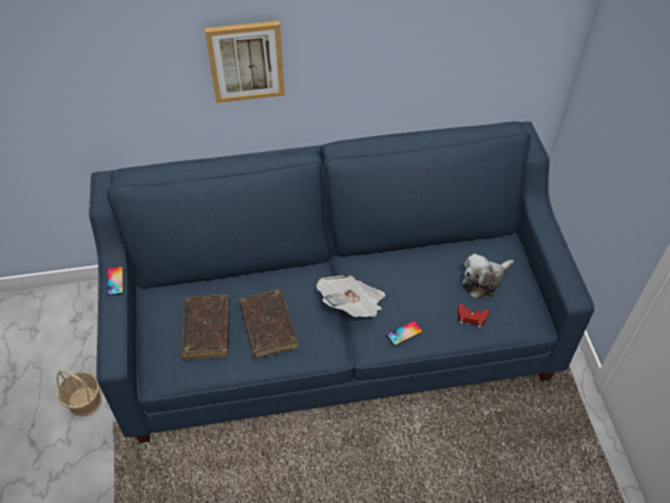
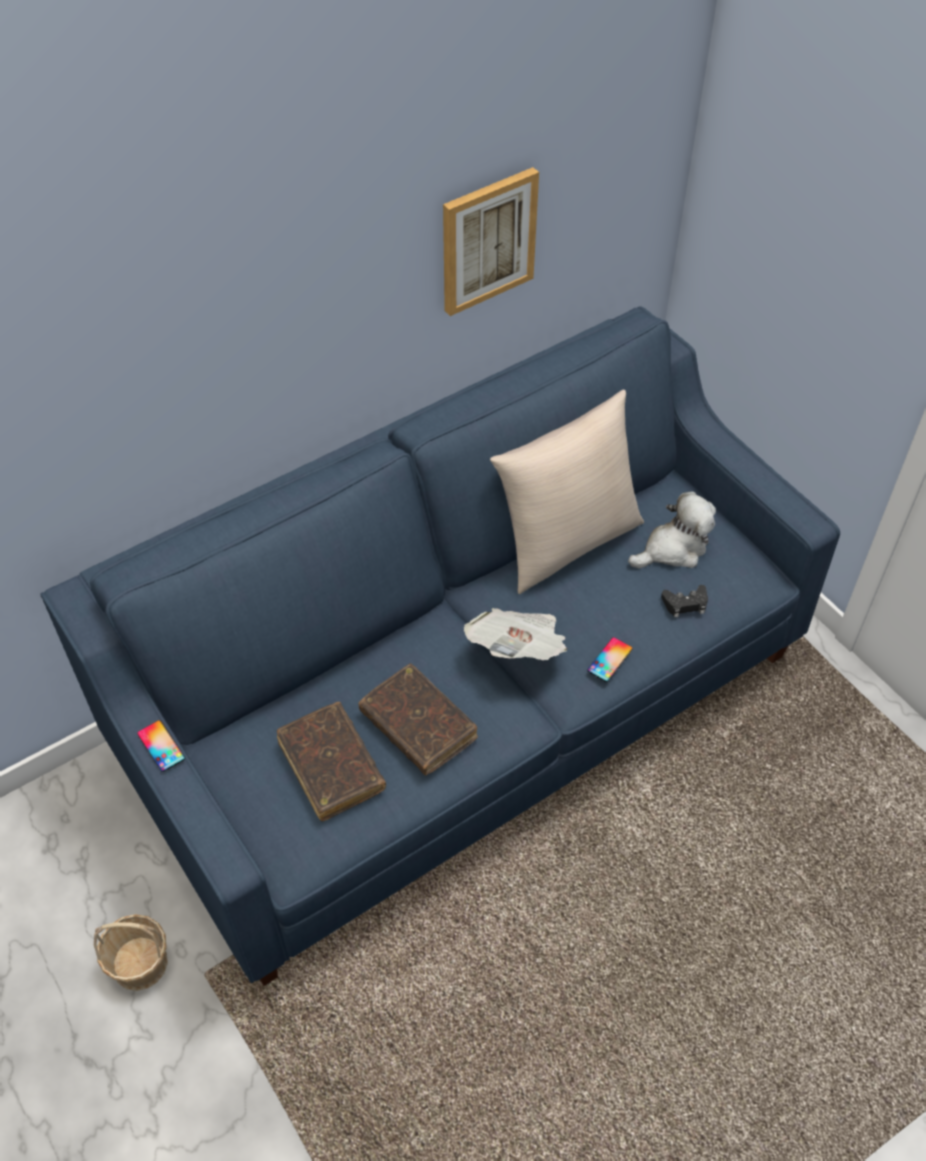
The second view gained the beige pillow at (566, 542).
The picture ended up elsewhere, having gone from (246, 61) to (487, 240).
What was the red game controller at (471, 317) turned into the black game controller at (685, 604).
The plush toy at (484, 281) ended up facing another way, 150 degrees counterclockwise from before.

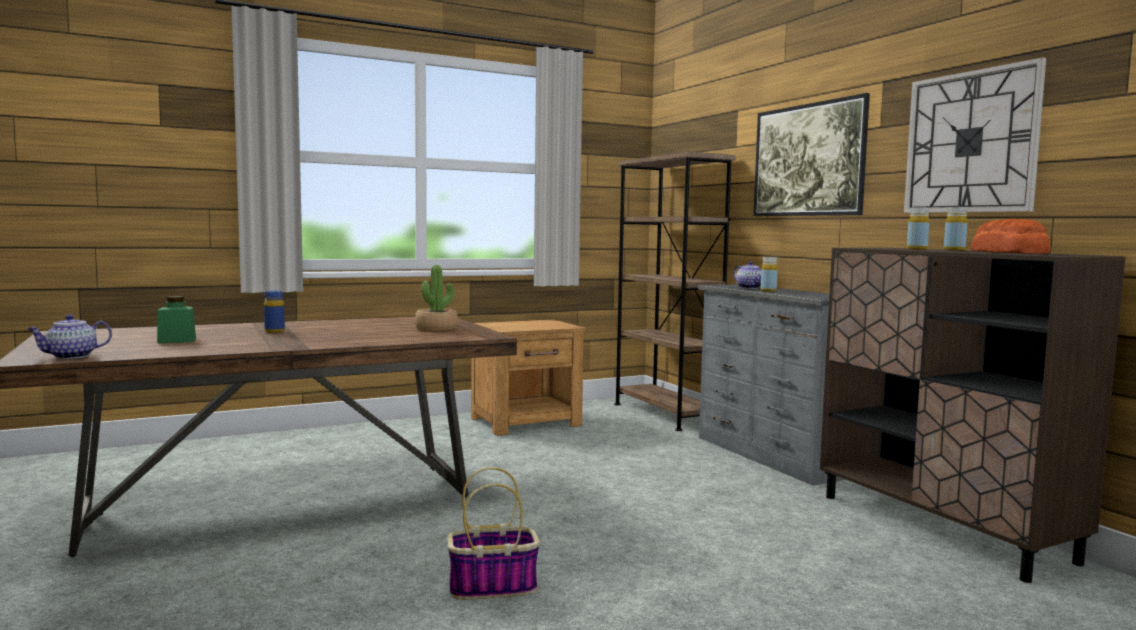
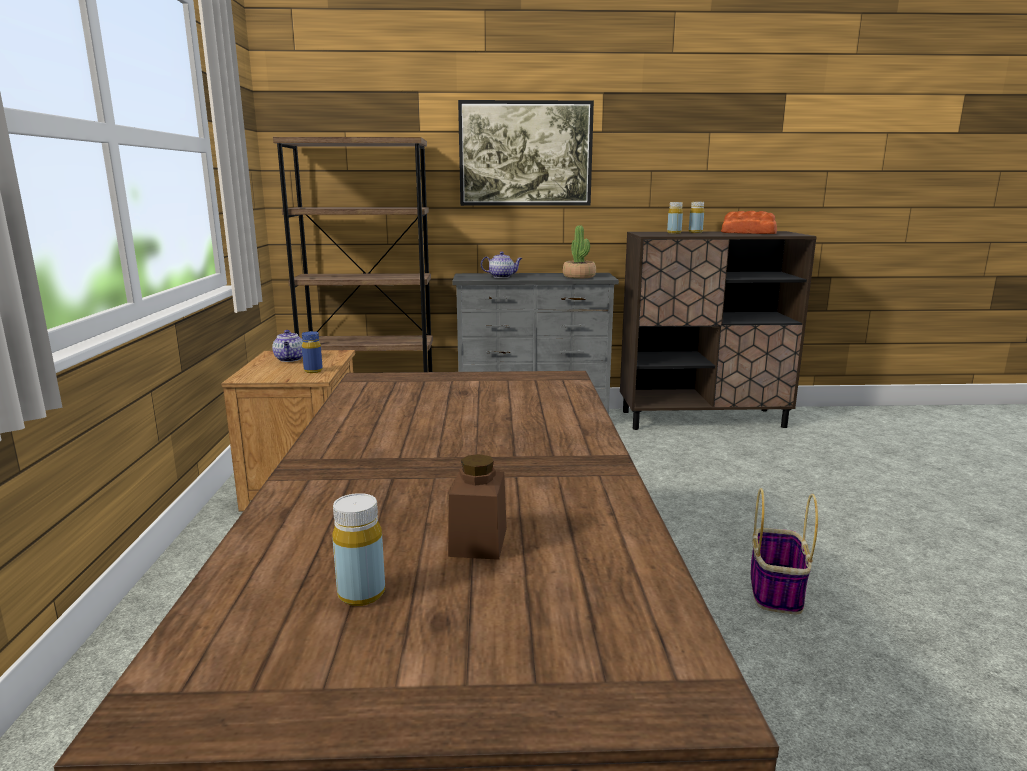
The second view lost the wall clock at (970, 142).
The teapot ended up elsewhere, having gone from (71, 356) to (290, 359).
The blue bottle ended up elsewhere, having gone from (274, 331) to (313, 371).
The potted plant ended up elsewhere, having gone from (436, 328) to (579, 276).
The yellow bottle ended up elsewhere, having gone from (768, 291) to (361, 594).
What was the green jar at (177, 340) turned into the brown jar at (478, 541).

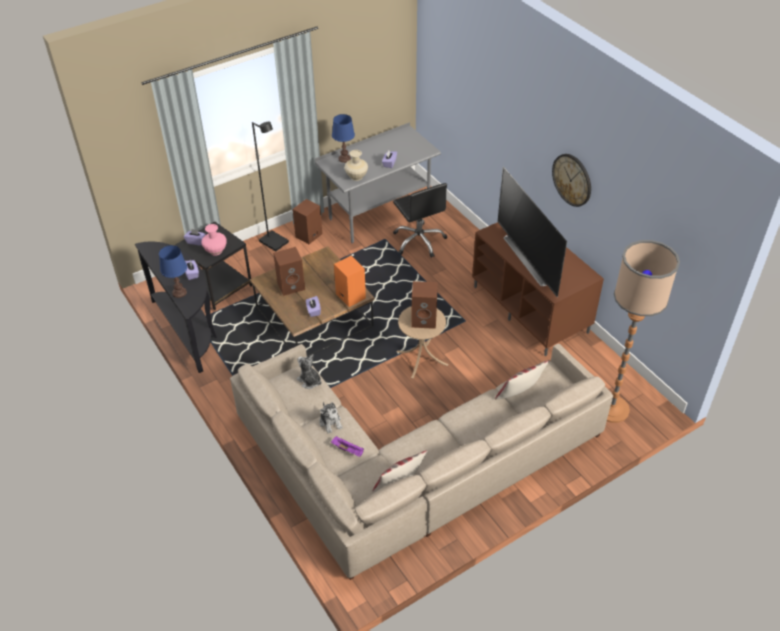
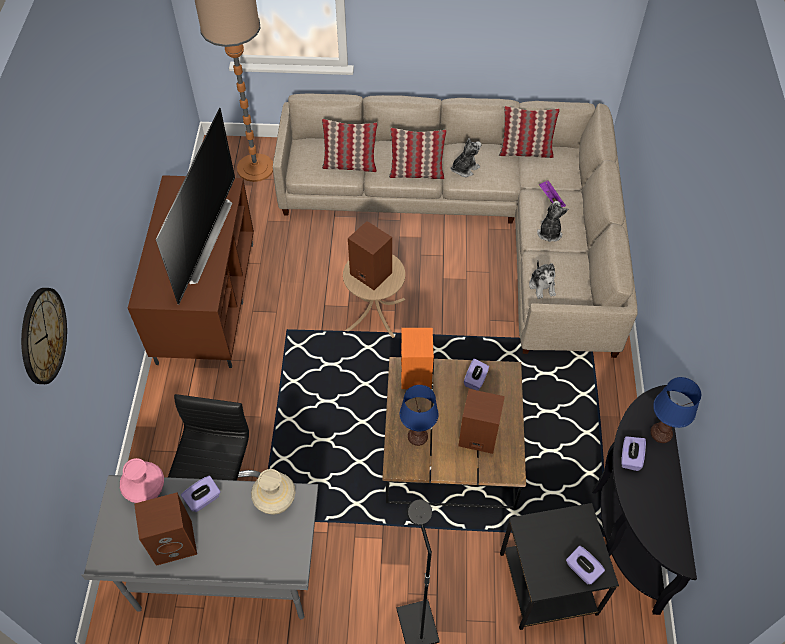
The second view gained the pillow at (416, 173).
The second view gained the plush toy at (464, 168).
The pink vase ended up elsewhere, having gone from (216, 251) to (146, 491).
The brown speaker ended up elsewhere, having gone from (309, 236) to (175, 541).
The blue table lamp ended up elsewhere, having gone from (344, 158) to (417, 436).
The wall clock ended up elsewhere, having gone from (572, 179) to (42, 335).

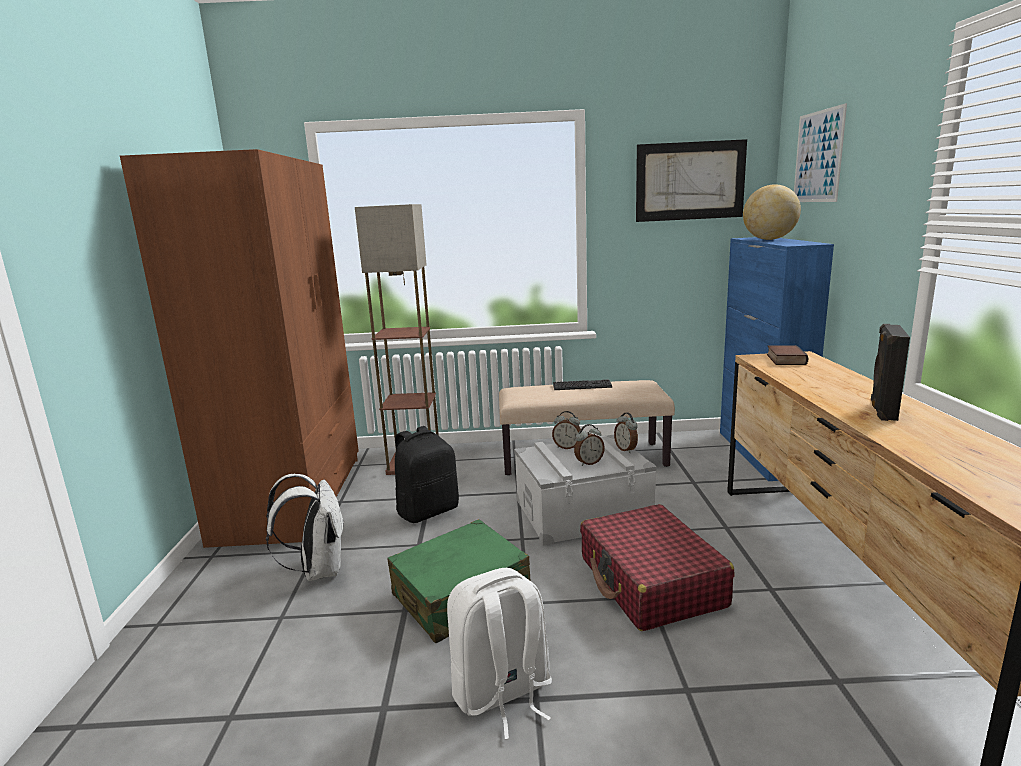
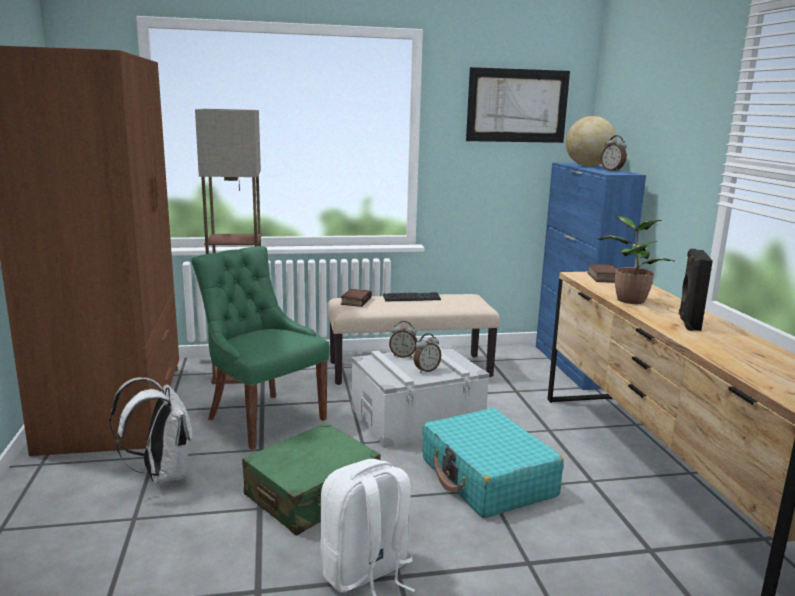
The second view lost the picture at (818, 157).
The second view gained the book at (355, 301).
The second view gained the potted plant at (629, 299).
The alarm clock ended up elsewhere, having gone from (626, 449) to (612, 170).
Where the black backpack stood at (428, 511), the green chair came to stand at (263, 418).
What was the red suitcase at (651, 582) turned into the turquoise suitcase at (487, 478).

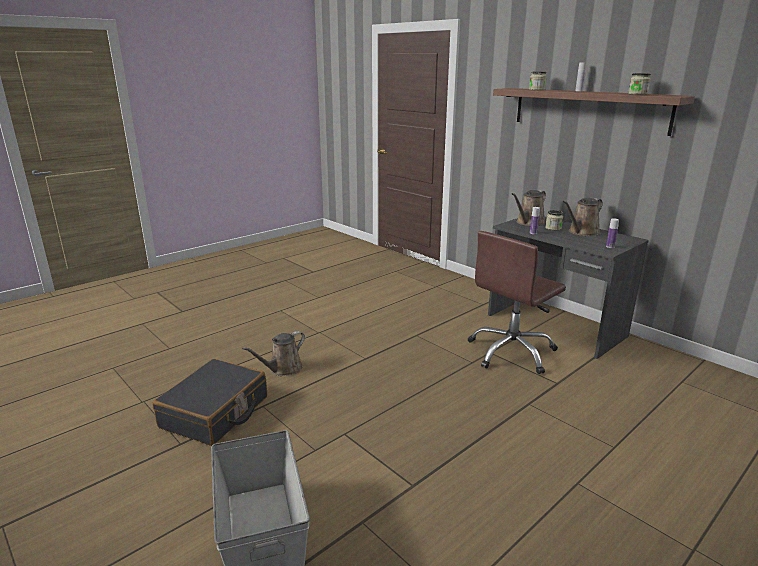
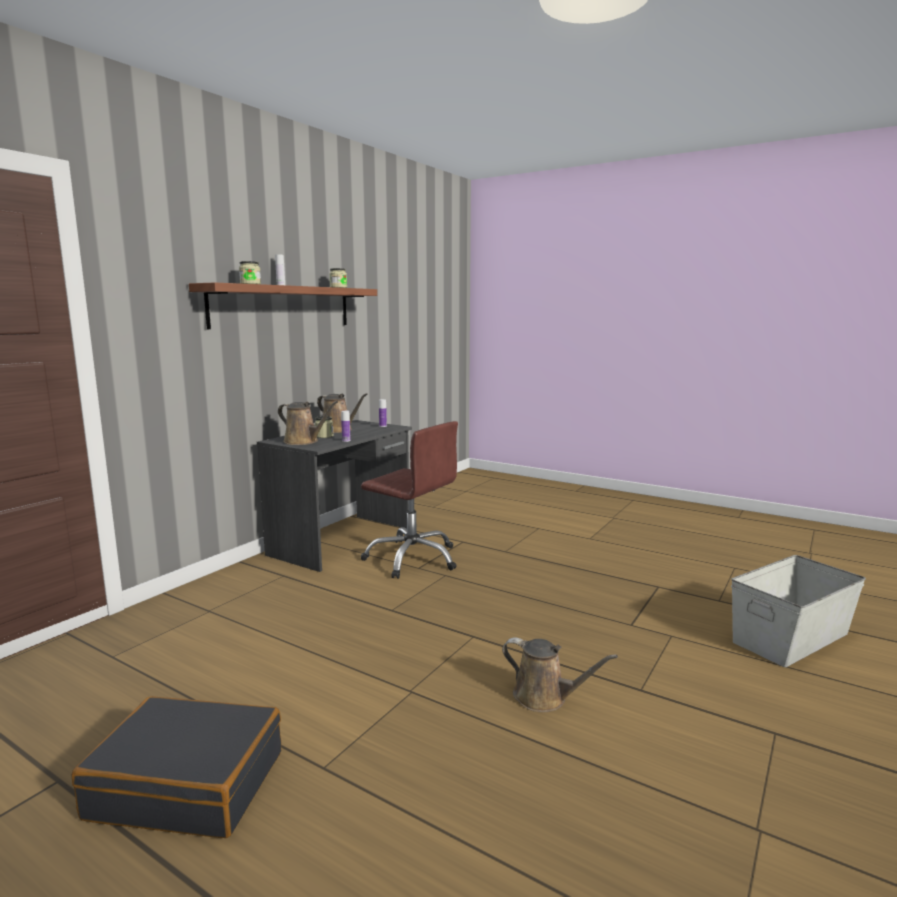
The black suitcase ended up elsewhere, having gone from (215, 412) to (188, 784).

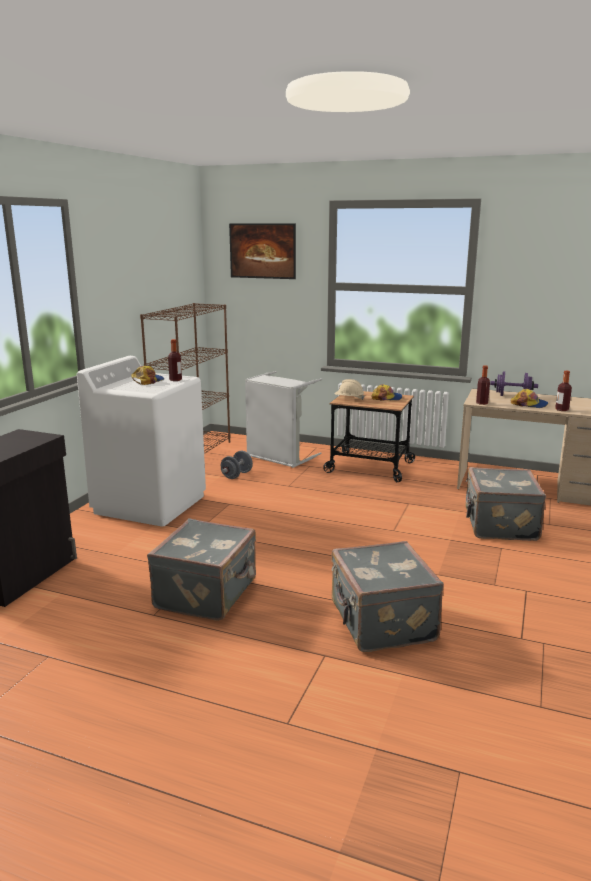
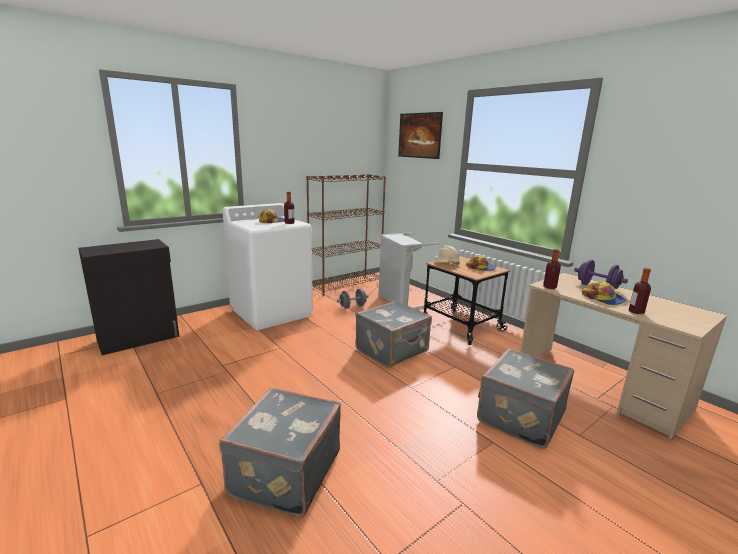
The grey suitcase ended up elsewhere, having gone from (208, 594) to (393, 350).

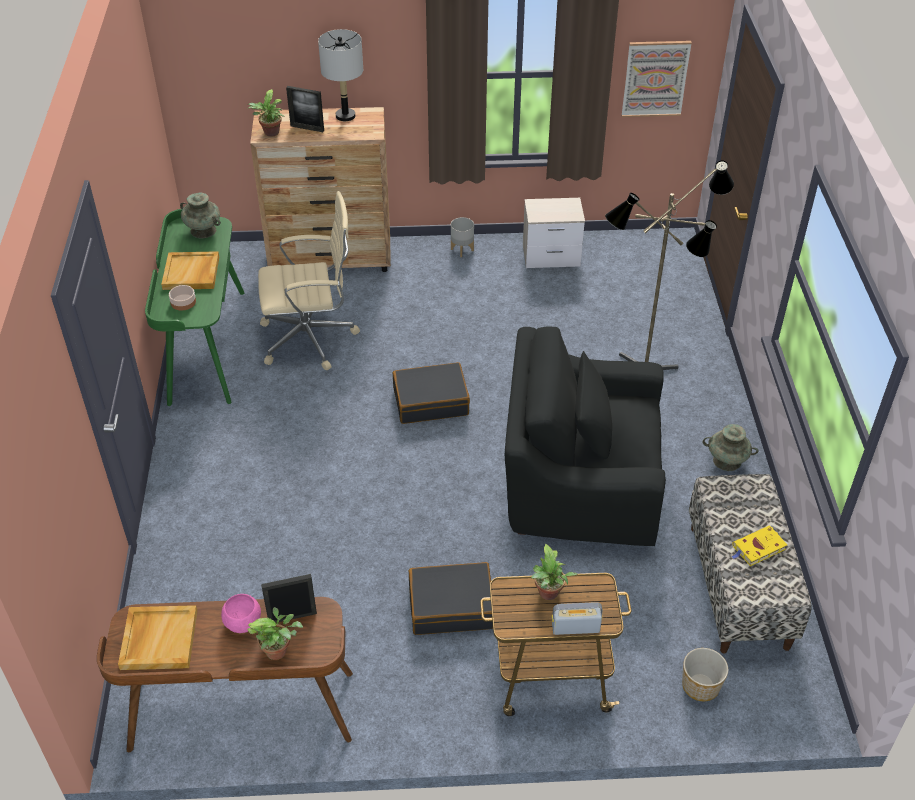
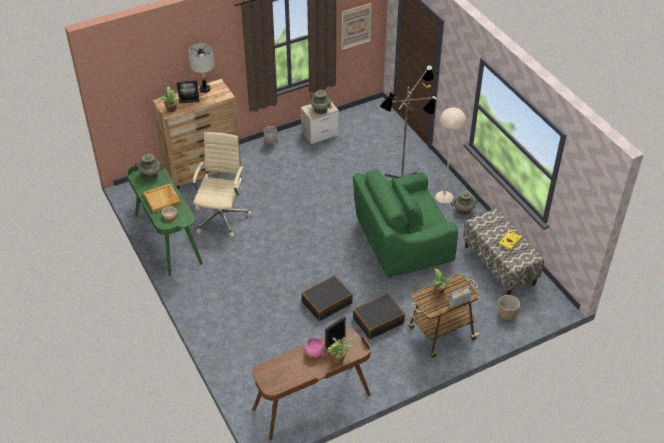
The second view lost the beige tray at (158, 639).
The second view gained the turquoise vase at (320, 110).
The second view gained the beige floor lamp at (444, 197).
The black suitcase ended up elsewhere, having gone from (430, 401) to (326, 302).
What was the black armchair at (579, 479) turned into the green armchair at (401, 242).
The beige office chair at (311, 338) ended up facing another way, 45 degrees counterclockwise from before.

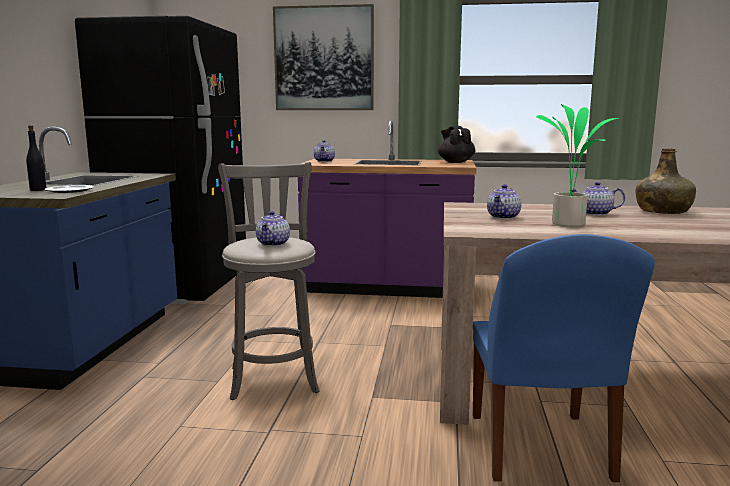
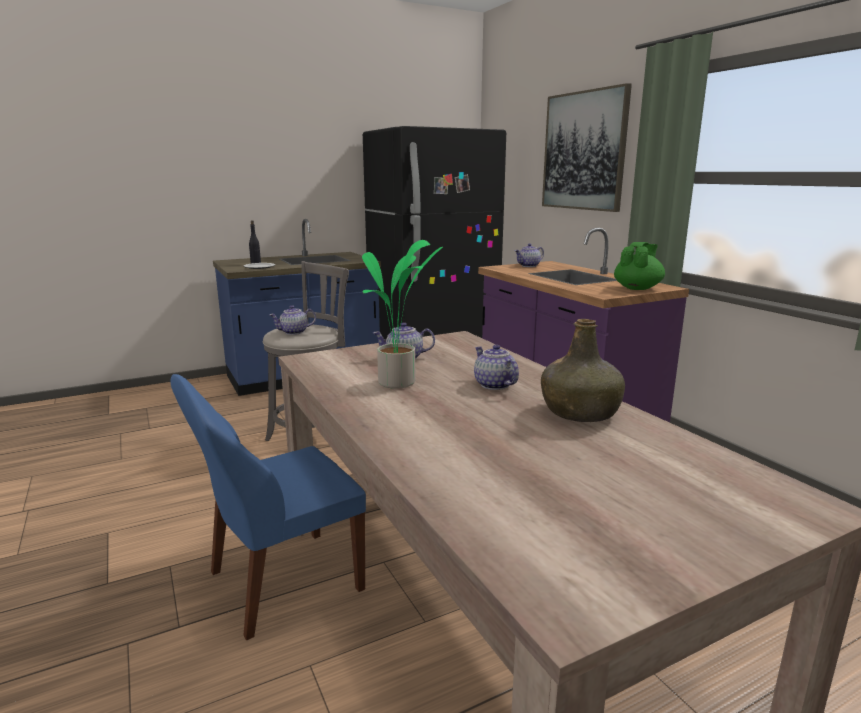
What was the black teapot at (455, 162) turned into the green teapot at (637, 288).

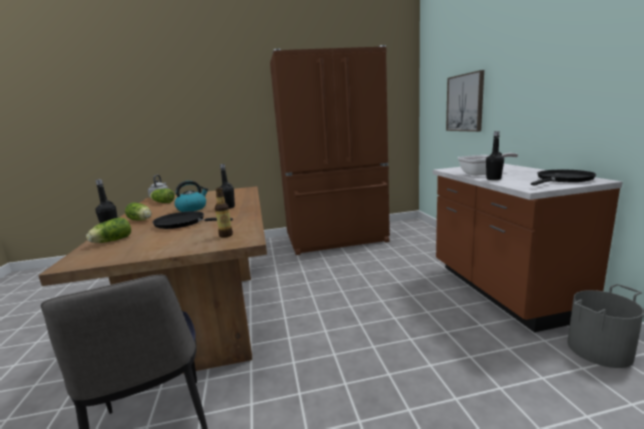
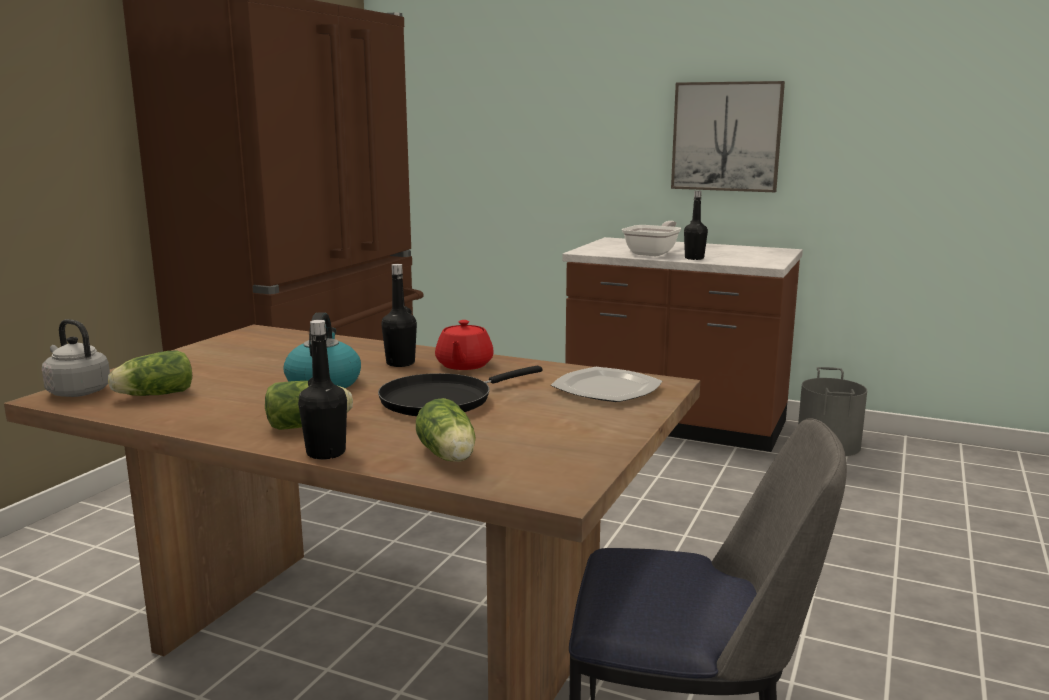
The second view lost the black frying pan at (563, 179).
The second view gained the red teapot at (463, 365).
The picture ended up elsewhere, having gone from (465, 103) to (726, 136).
Where the bottle stood at (226, 235), the plate came to stand at (606, 388).

